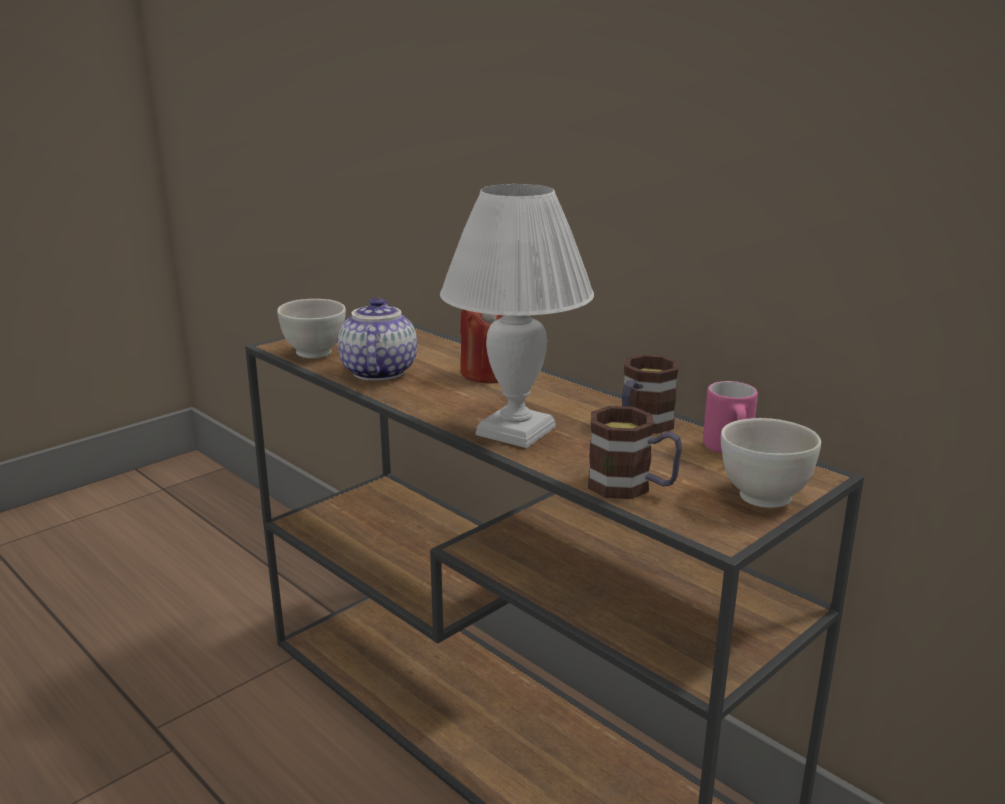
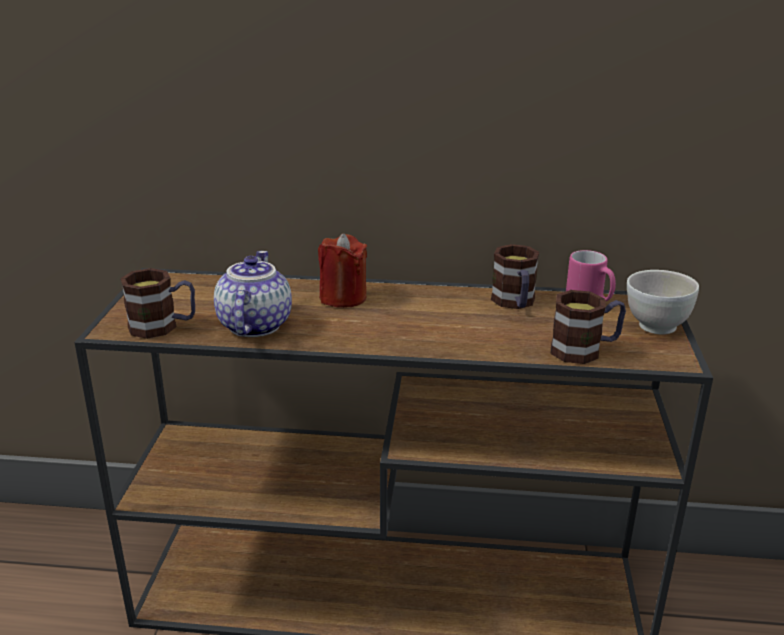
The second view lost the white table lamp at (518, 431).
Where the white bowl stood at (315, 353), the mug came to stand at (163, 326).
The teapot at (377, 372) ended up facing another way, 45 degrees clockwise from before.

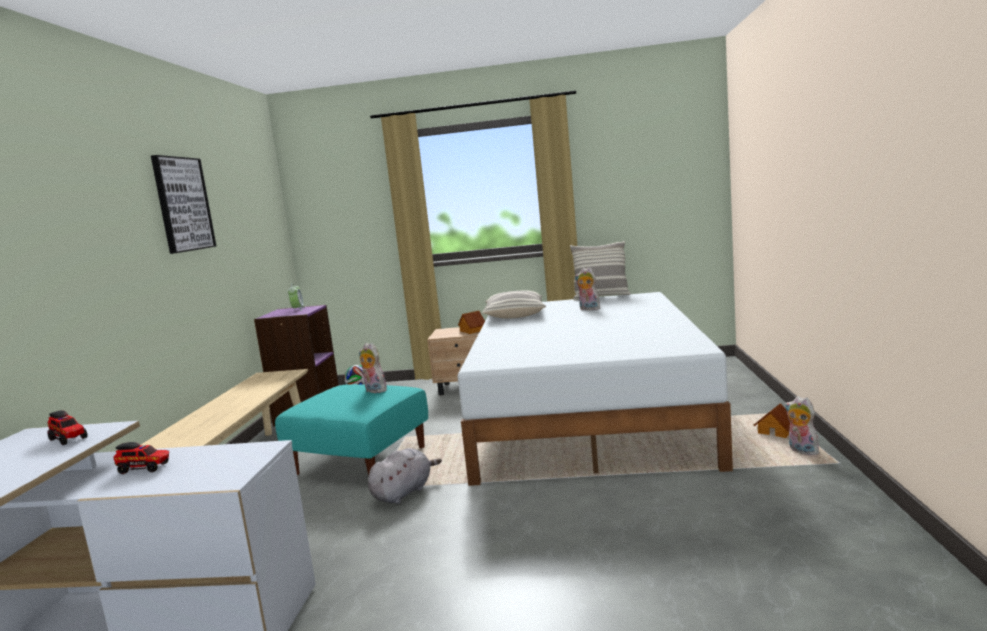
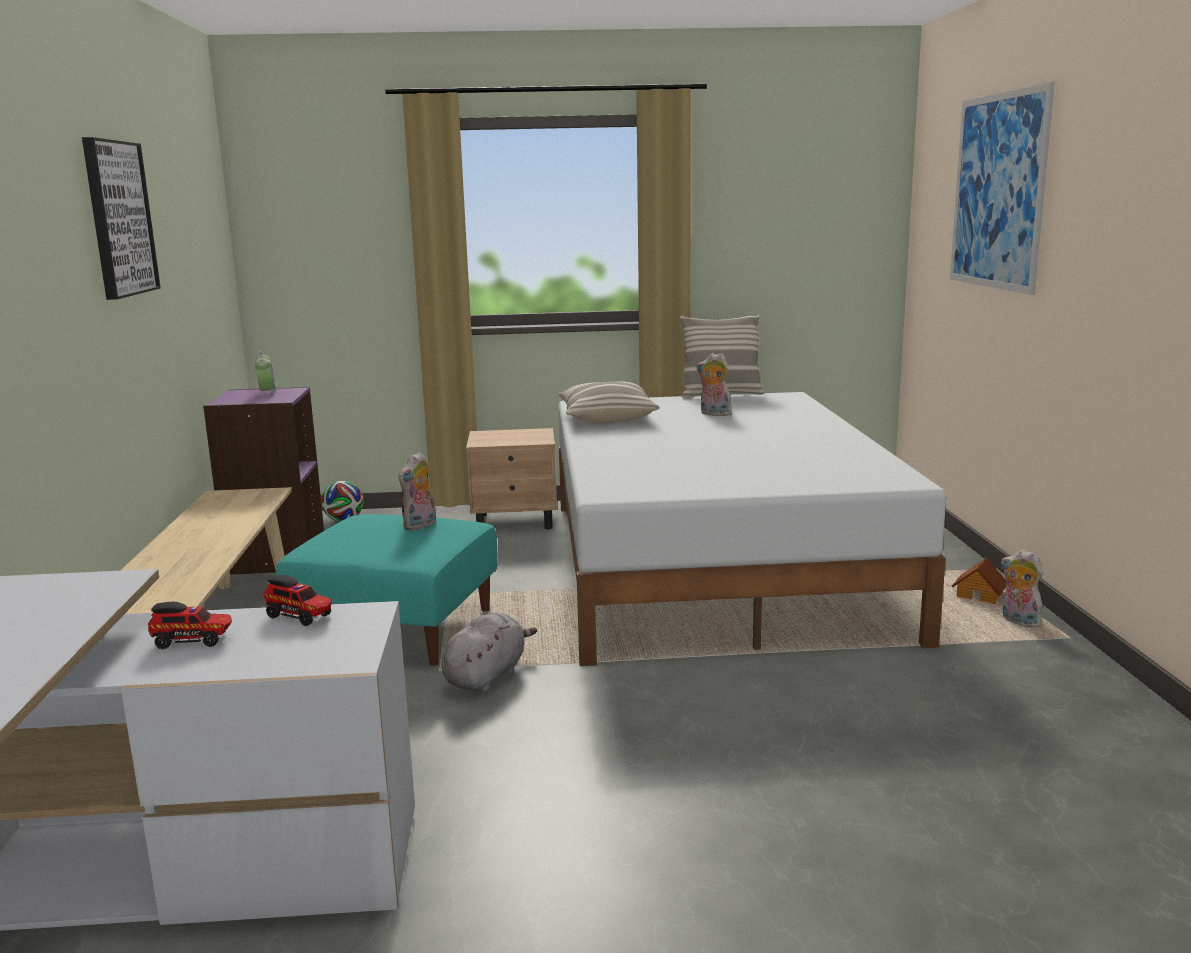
The second view lost the toy house at (472, 331).
The second view gained the picture at (997, 191).
The toy truck ended up elsewhere, having gone from (69, 439) to (300, 616).
The plush toy at (374, 391) ended up facing another way, 90 degrees counterclockwise from before.

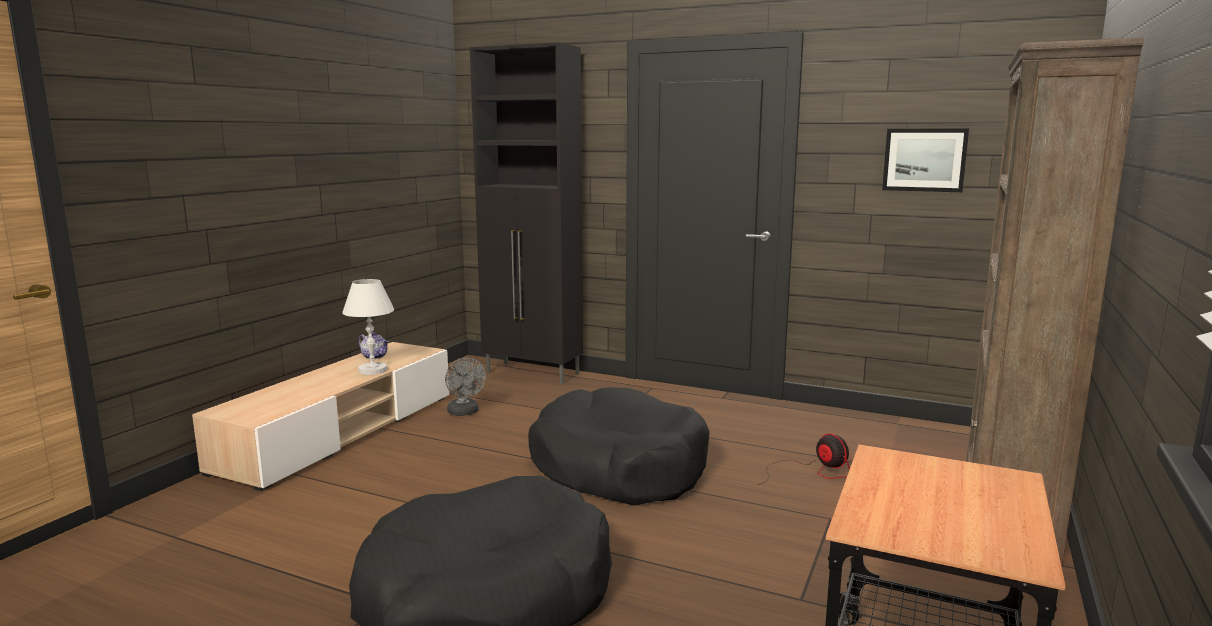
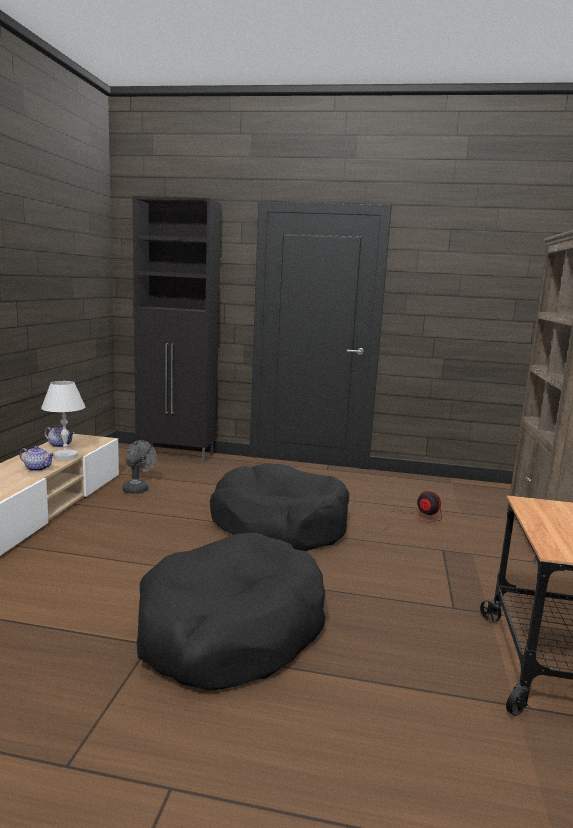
The second view lost the picture at (924, 160).
The second view gained the teapot at (38, 468).
The grey fan at (464, 413) ended up facing another way, 120 degrees counterclockwise from before.

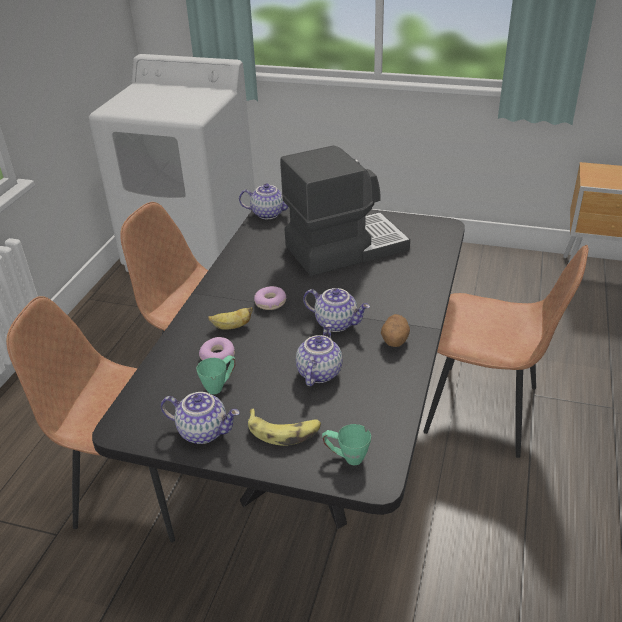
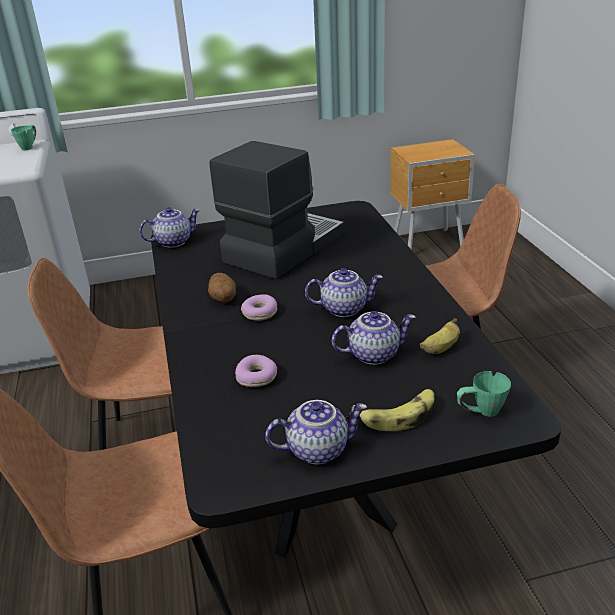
The green mug ended up elsewhere, having gone from (220, 385) to (29, 147).
The banana ended up elsewhere, having gone from (231, 327) to (440, 349).
The potato ended up elsewhere, having gone from (394, 341) to (223, 299).
The teapot at (318, 372) ended up facing another way, 90 degrees clockwise from before.

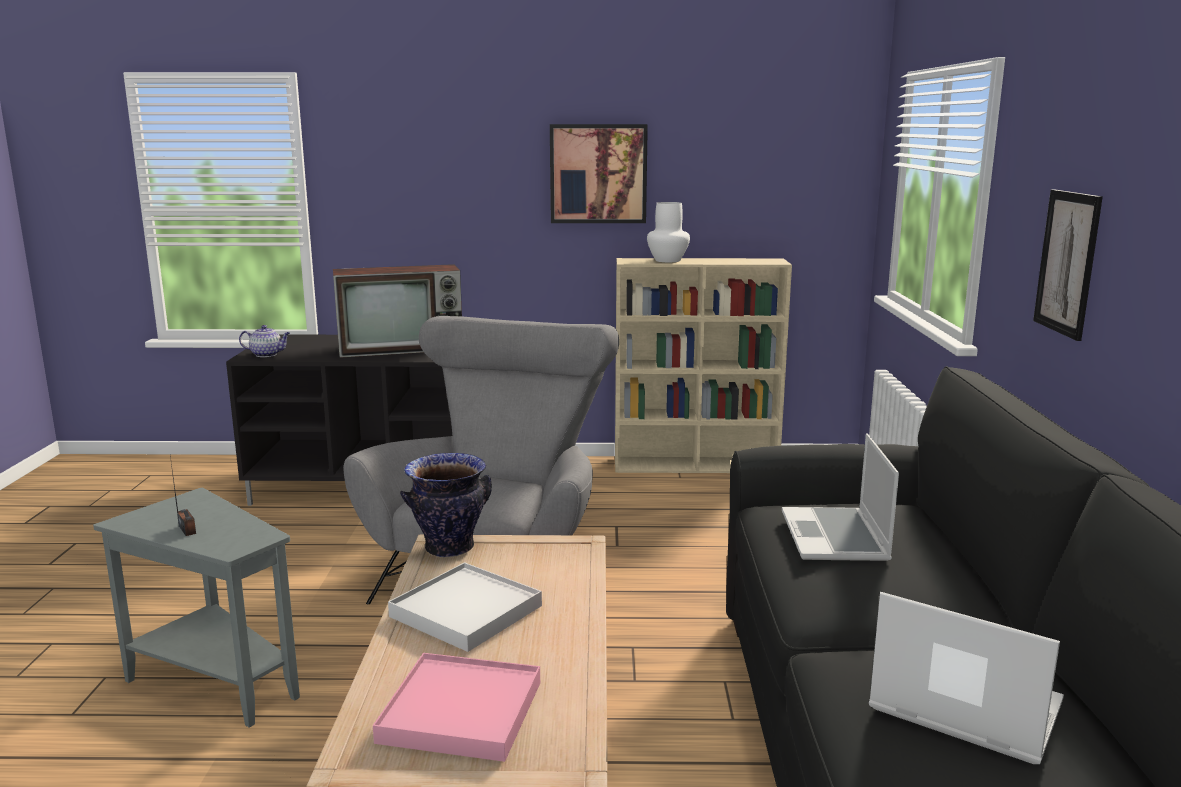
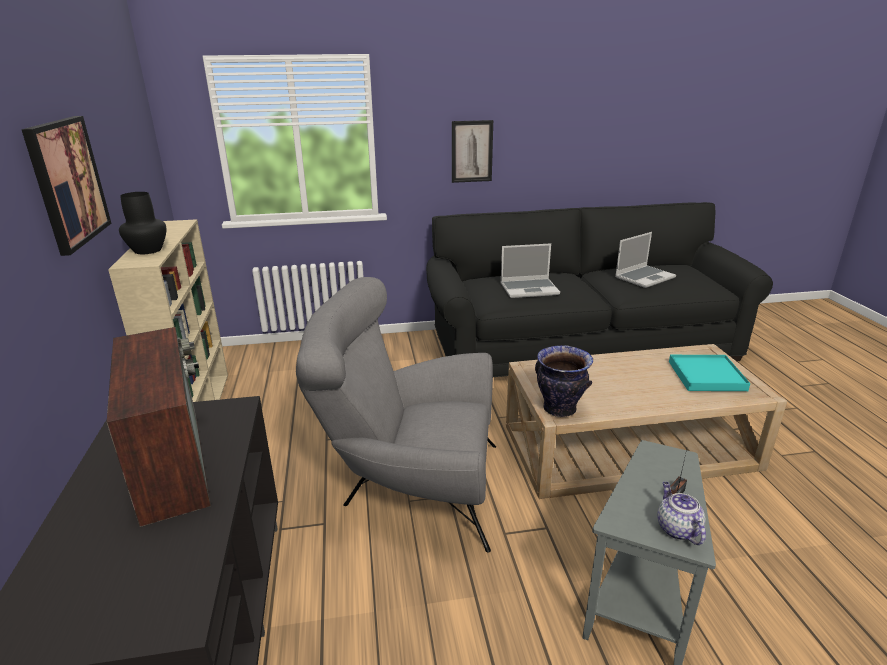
The second view lost the white tray at (466, 611).
The teapot ended up elsewhere, having gone from (267, 354) to (676, 529).
What was the pink tray at (461, 711) turned into the turquoise tray at (706, 376).
What was the white vase at (667, 260) turned into the black vase at (148, 250).
The laptop at (961, 708) ended up facing another way, 150 degrees counterclockwise from before.

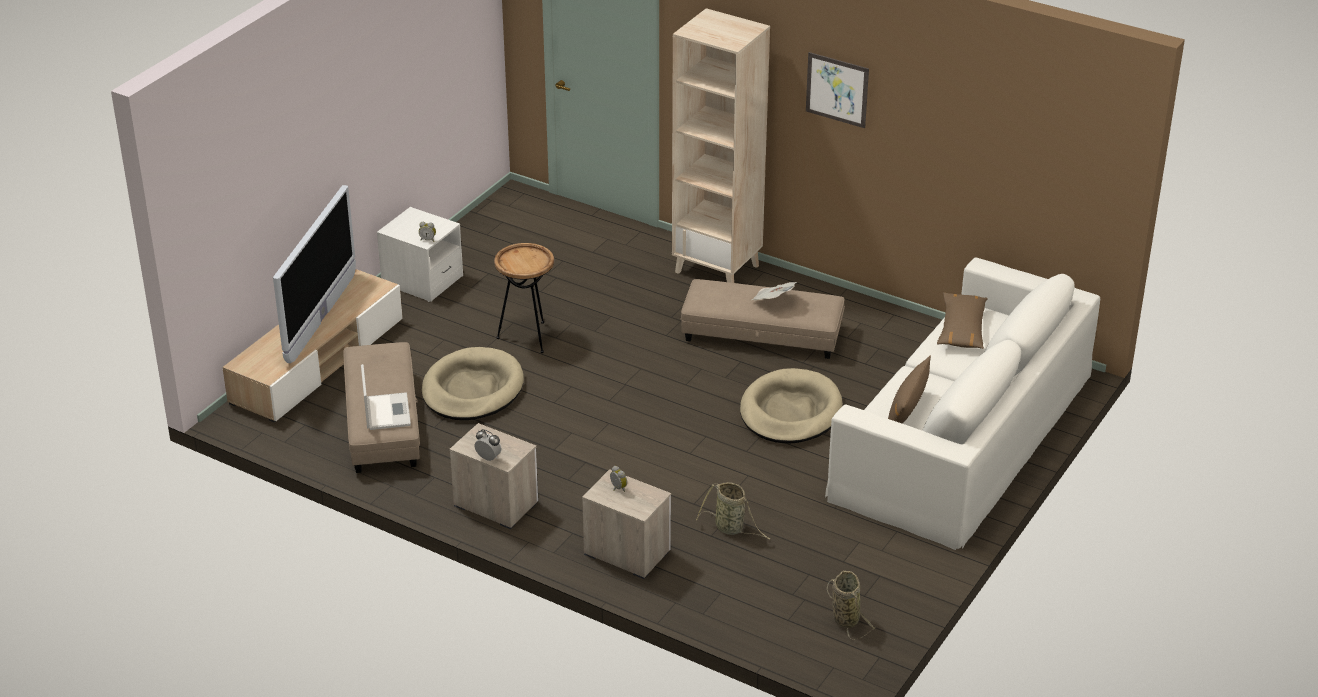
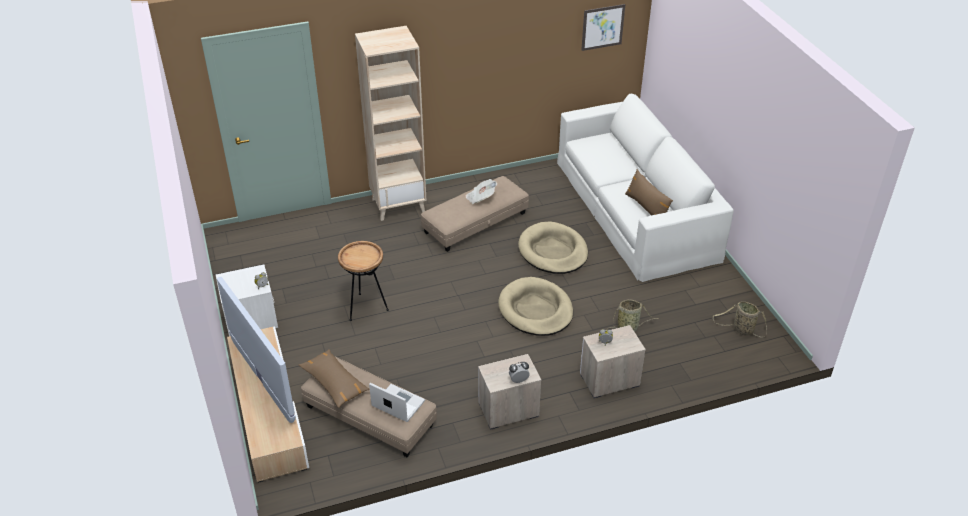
The beige dog bed ended up elsewhere, having gone from (472, 389) to (535, 310).
The picture ended up elsewhere, having gone from (837, 89) to (602, 27).
The brown pillow ended up elsewhere, having gone from (962, 329) to (334, 383).

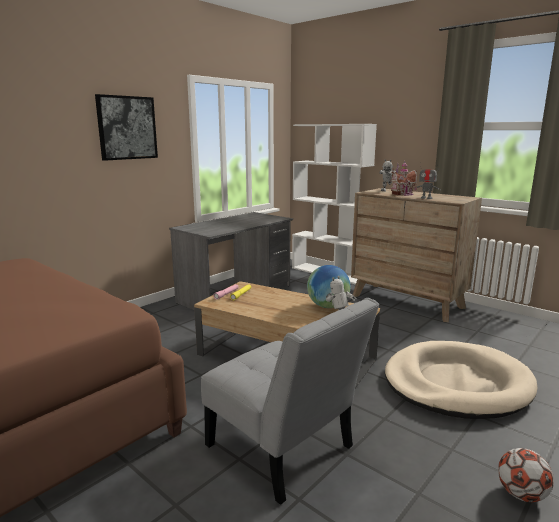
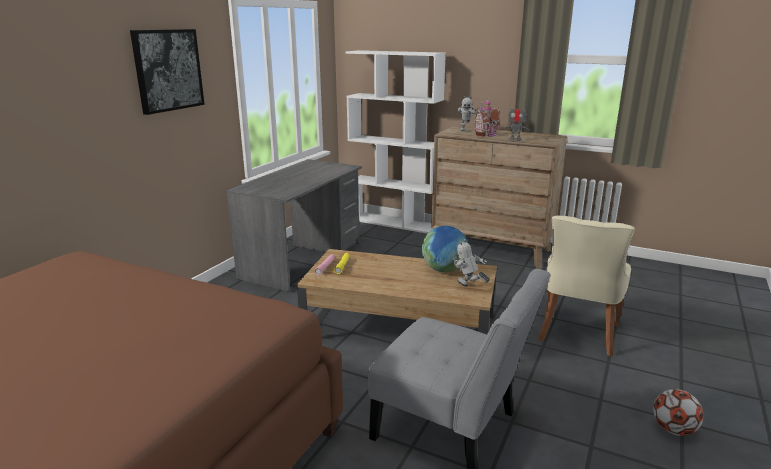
Where the beige dog bed stood at (456, 384), the beige chair came to stand at (577, 334).

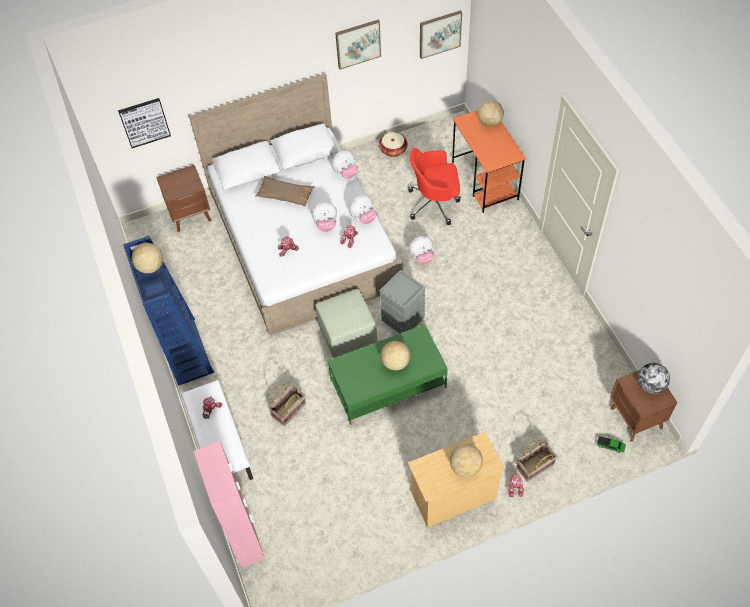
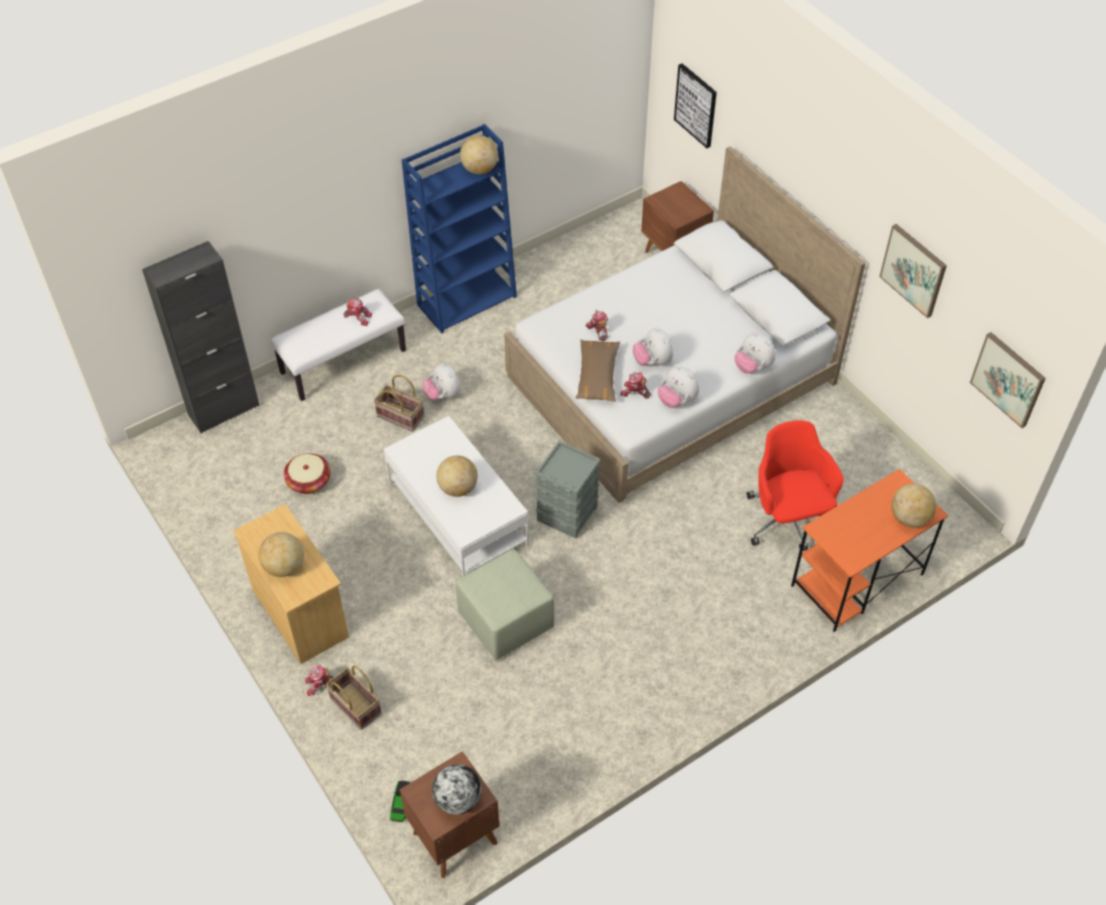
The brown pillow ended up elsewhere, having gone from (285, 195) to (597, 376).
The green ottoman ended up elsewhere, having gone from (348, 333) to (507, 621).
The basket ended up elsewhere, having gone from (393, 149) to (309, 481).
The plush toy ended up elsewhere, having gone from (422, 257) to (443, 395).
What was the pink cabinet at (245, 539) turned into the black cabinet at (224, 410).
What was the green coffee table at (388, 384) turned into the white coffee table at (458, 514).

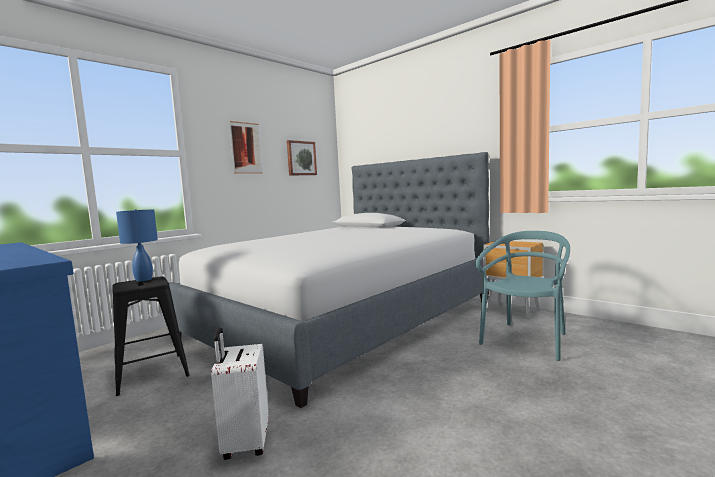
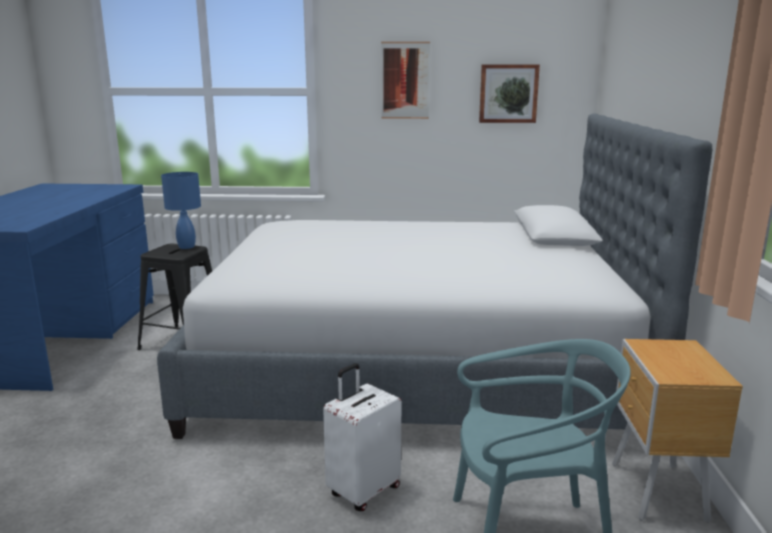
The white suitcase ended up elsewhere, having gone from (245, 443) to (363, 491).

